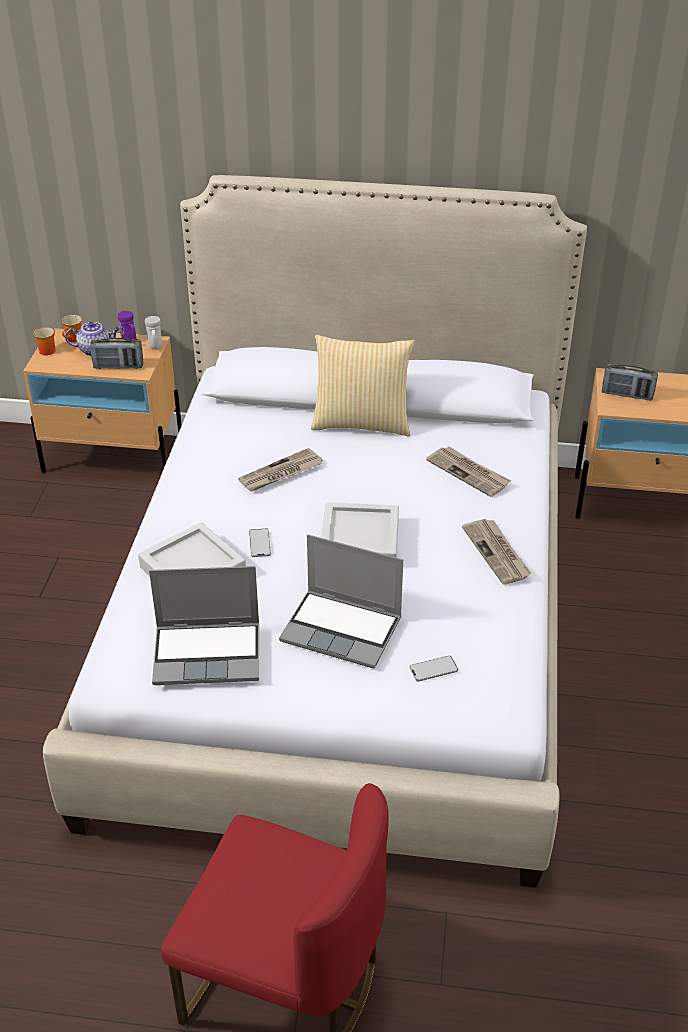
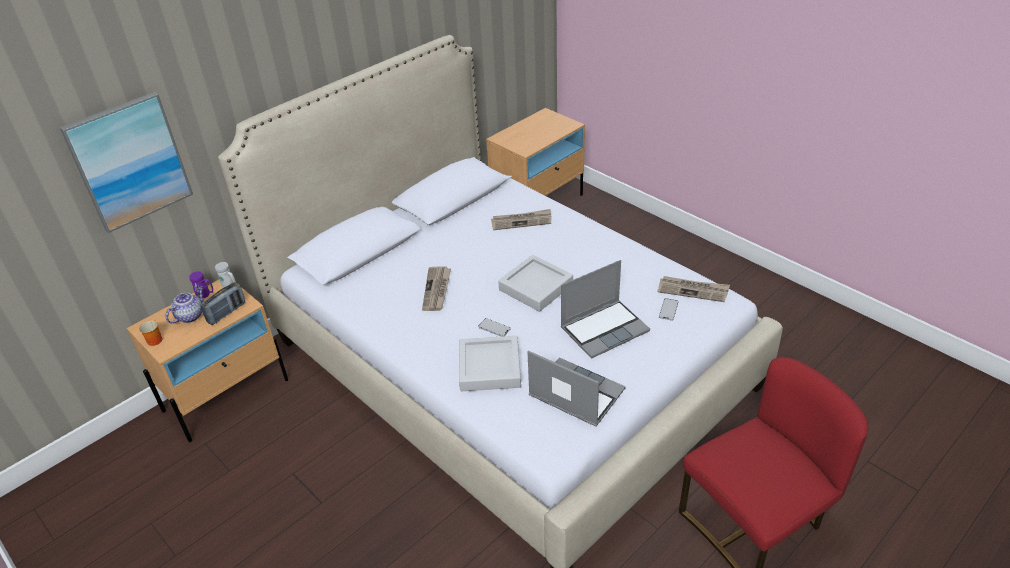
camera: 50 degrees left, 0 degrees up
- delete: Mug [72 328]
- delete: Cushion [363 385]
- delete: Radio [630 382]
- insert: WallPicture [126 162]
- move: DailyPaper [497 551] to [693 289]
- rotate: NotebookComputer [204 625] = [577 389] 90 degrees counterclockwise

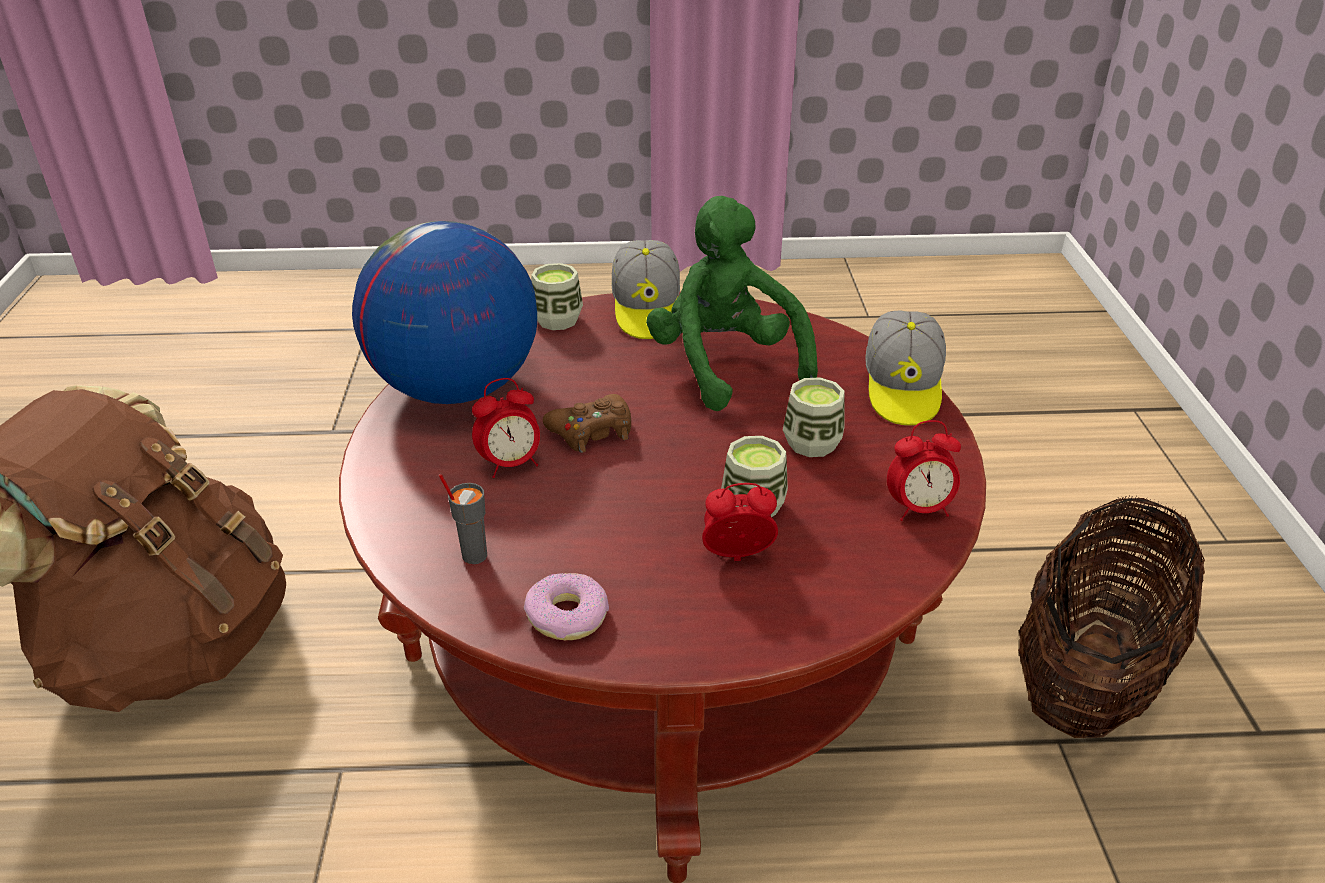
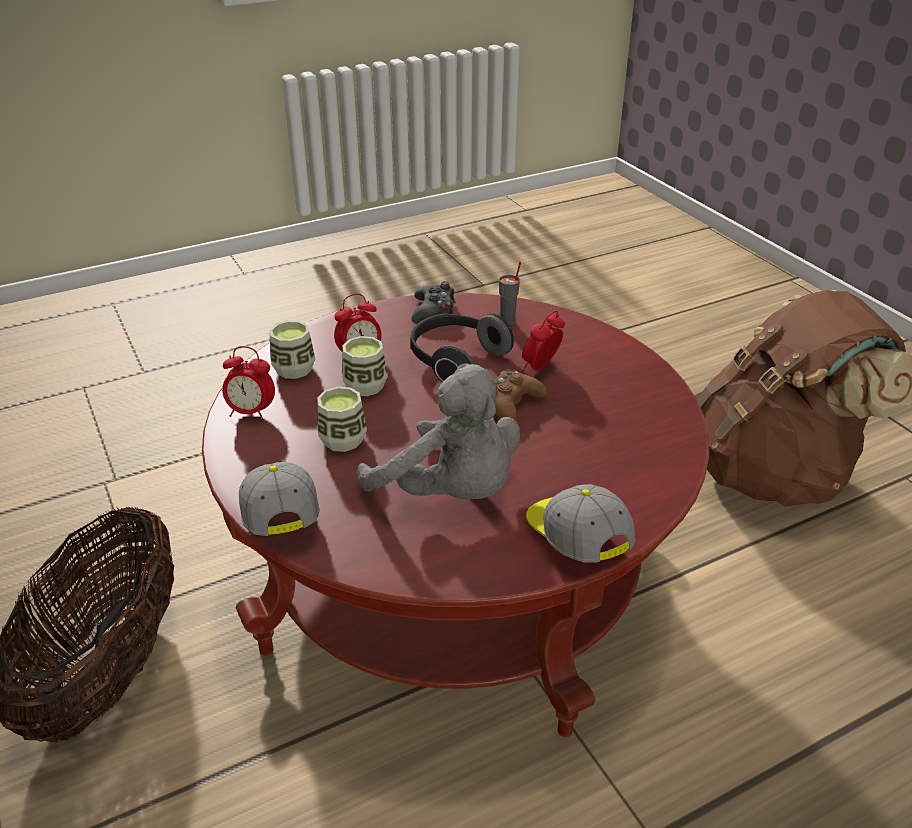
camera: 155 degrees right, 0 degrees up
- delete: DeskGlobe [444 312]
- insert: Headphones [462 347]
- move: DrinkingCup [557 296] to [292 350]
- replace: RingDoughnut [566 606] to BlackishGameController [434 302]
- recolor: GreenColouredSoftToy [732 303] to GreyishSoftToy [438 431]
- rotate: AlarmClock [924 470] = [248 383] 135 degrees counterclockwise

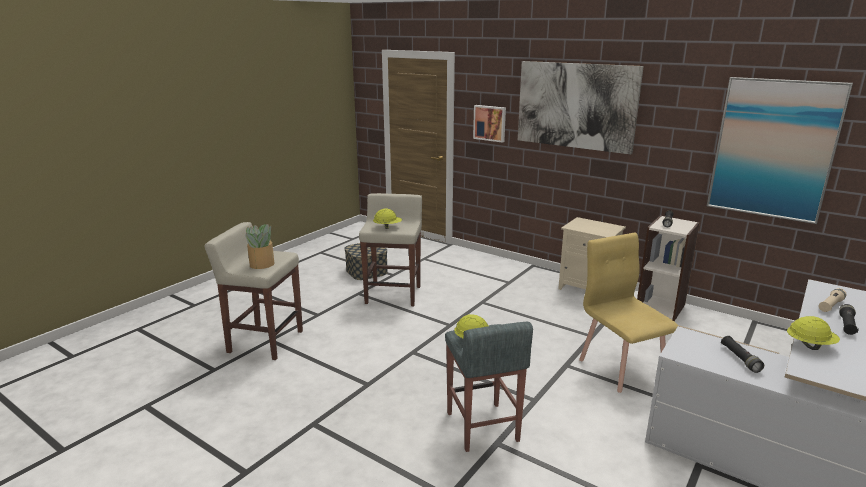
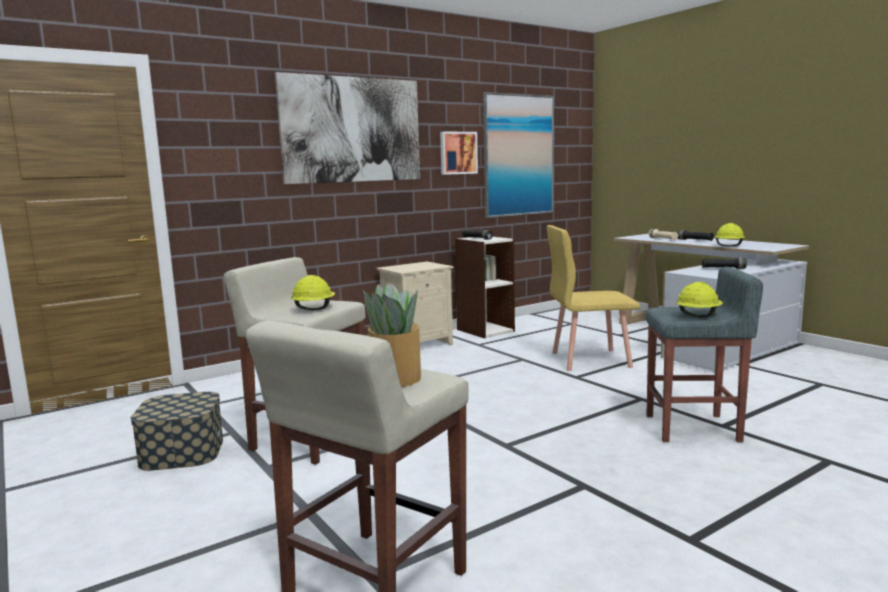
camera: 70 degrees left, 10 degrees down
- move: WallPicture [489 124] to [459 153]

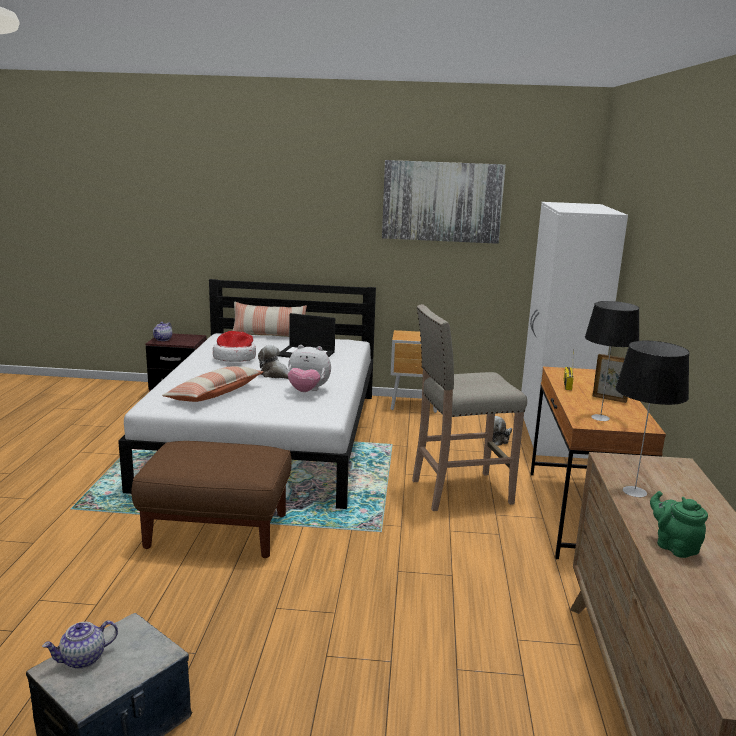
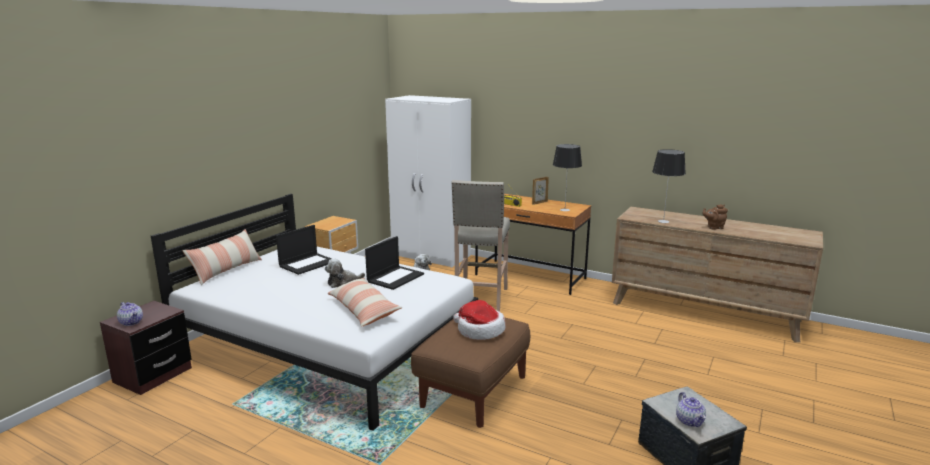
camera: 65 degrees left, 0 degrees up
- delete: WallPicture [444 202]
- move: Hat [234 346] to [479 320]
- replace: SoftToy [309 368] to NotebookComputer [394 263]
- recolor: GreenColouredTeaPot [679 524] to BrownTeaPot [715 217]

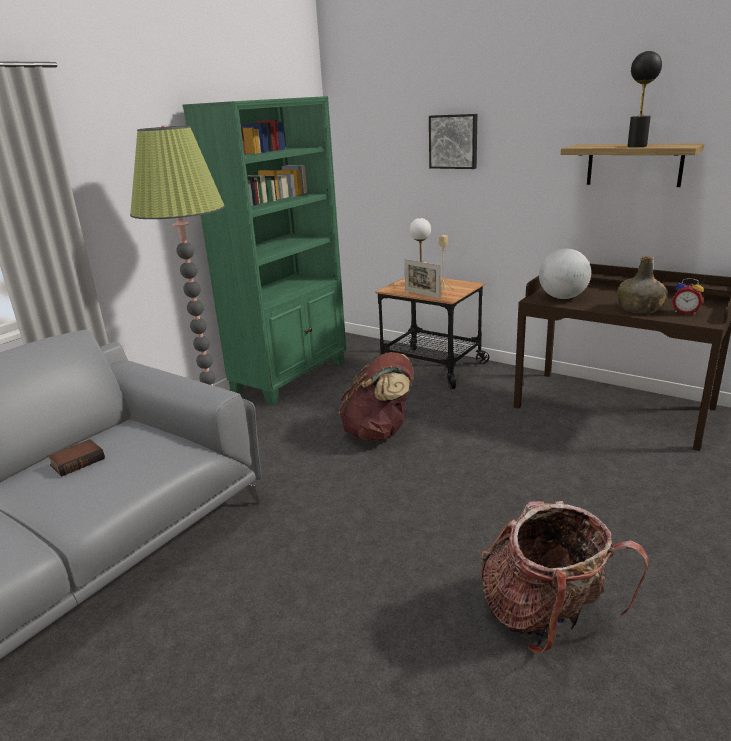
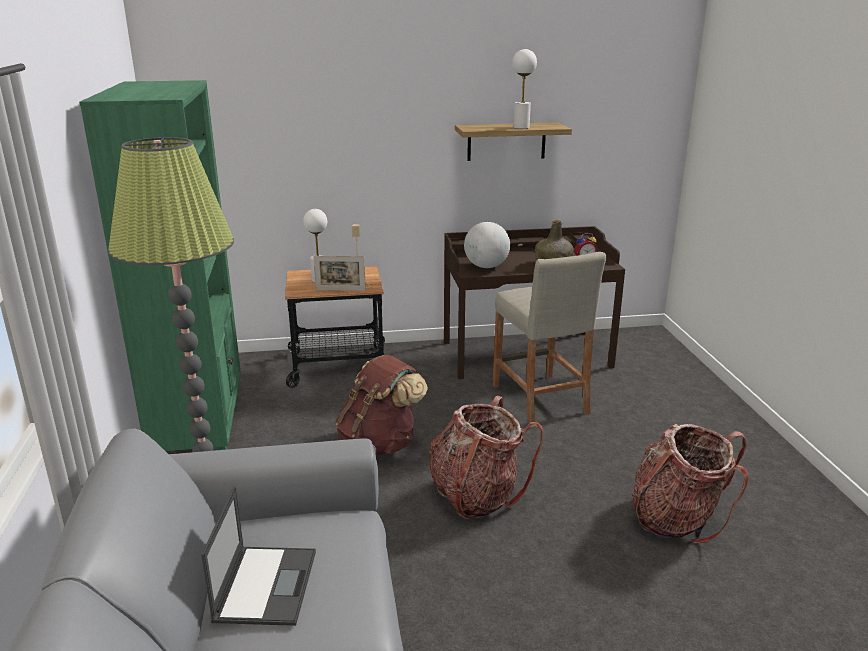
camera: 45 degrees left, 0 degrees up
- delete: WallPicture [453 141]
- insert: Rucksack [486 457]
- insert: BeigeColouredStoolSeat [549 337]
- replace: Volume [76 458] to NotebookComputer [258 556]
- recolor: BlackishLampForATable [645 99] to WhitishLampForATable [524 89]

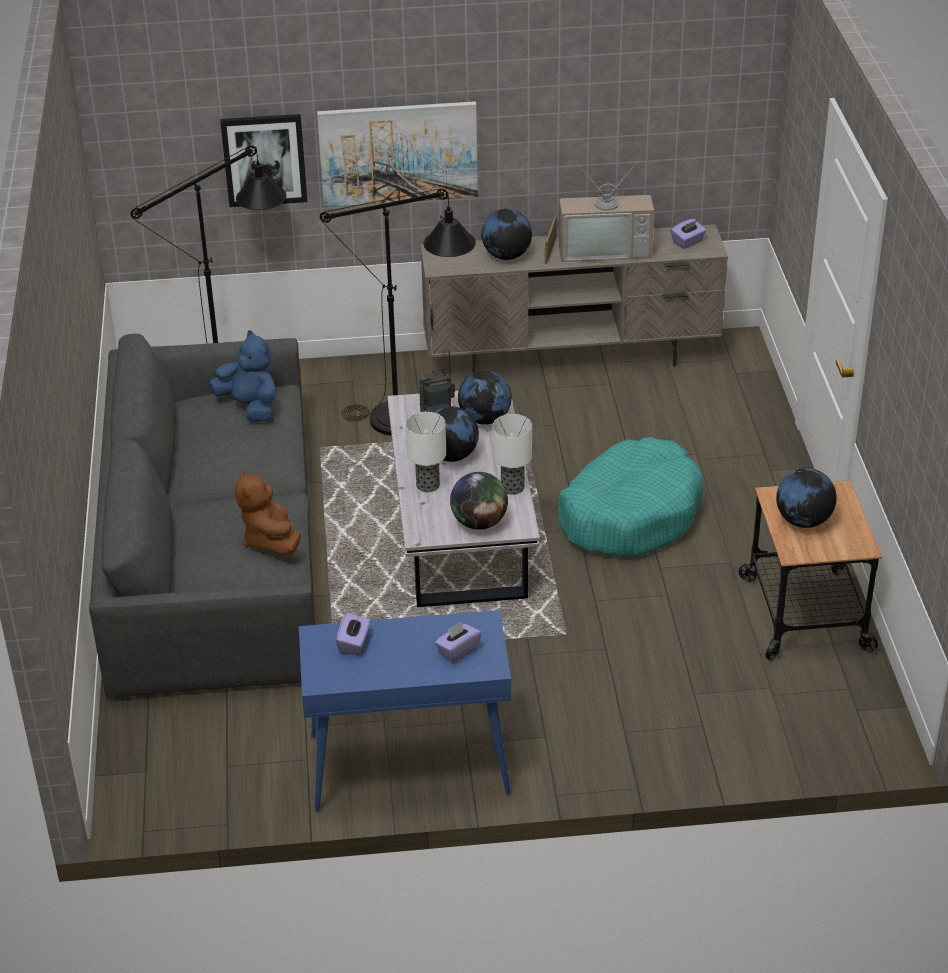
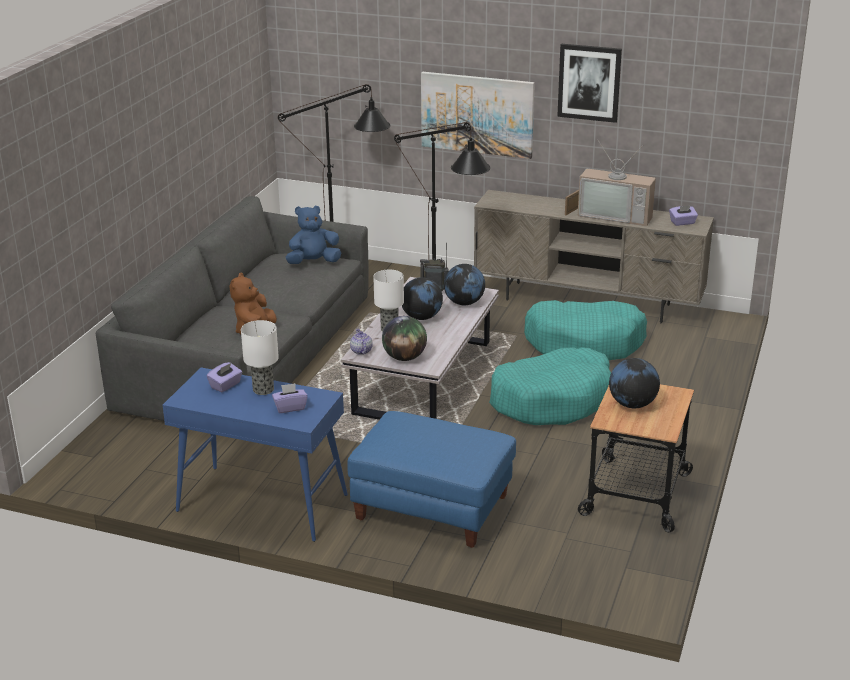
camera: 25 degrees right, 10 degrees down
- delete: DeskGlobe [506 234]
- insert: BlueColouredPouffe [431 479]
- insert: TeaPot [361 342]
- insert: BlueGreenDogBed [585 330]
- move: WallPicture [263 160] to [589 83]
- move: LampForATable [512 454] to [260 357]
- rotate: BlueColouredSoftToy [242 376] = [313 235] 90 degrees counterclockwise

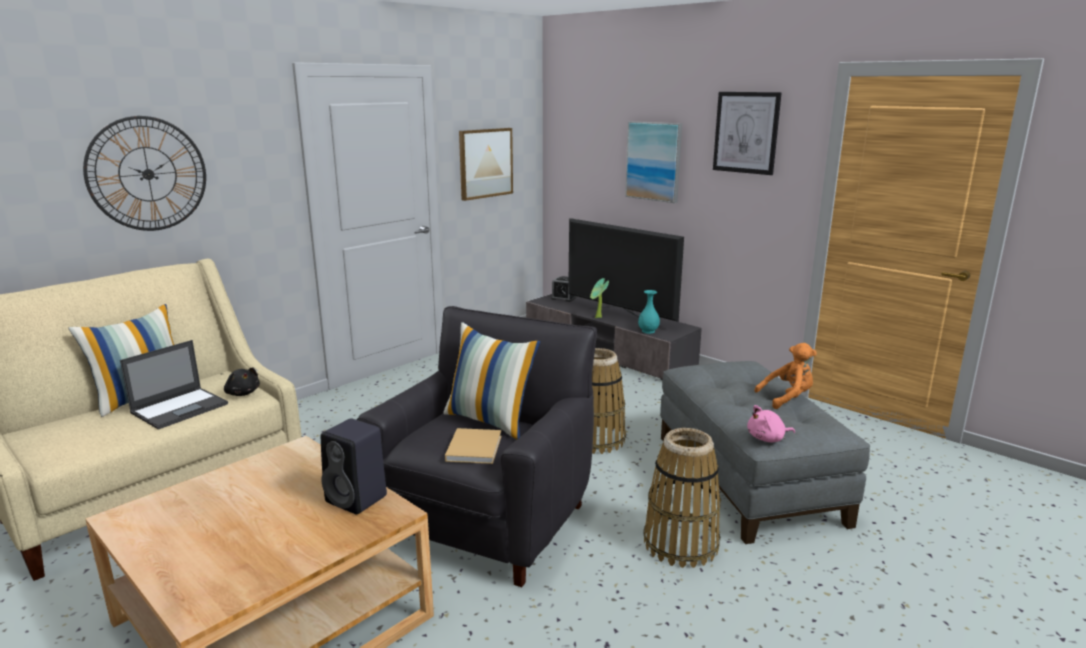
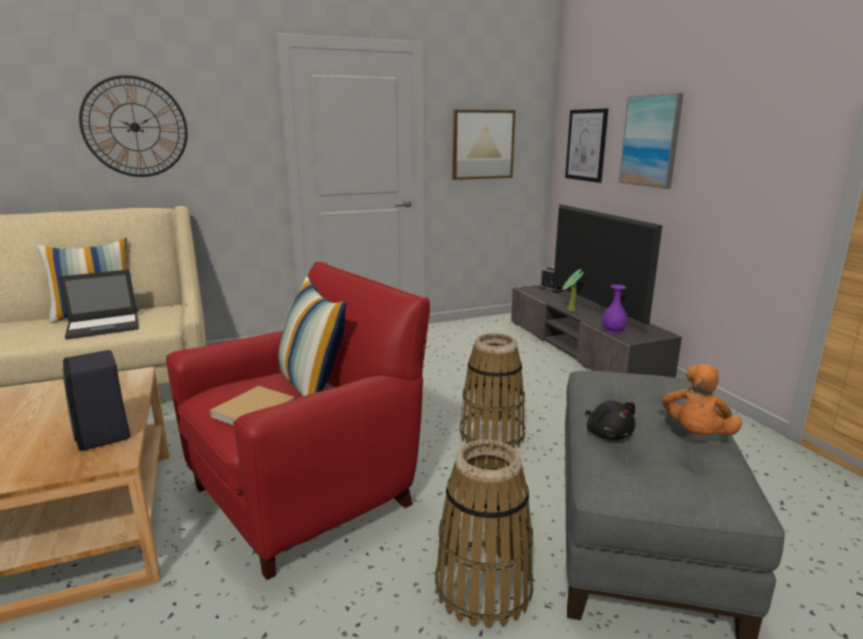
camera: 25 degrees right, 0 degrees up
- delete: PinkSoftToy [771 424]
- move: BlackishSoftToy [242 381] to [610 420]
- move: WallPicture [747 133] to [586 145]
- recolor: BlackishEasyChair [477 446] to RedColouredEasyChair [298 421]
- recolor: BlueGreenFlowerVase [649 312] to PurplishFlowerVase [614 309]
- rotate: OrangeSoftToy [785 376] = [702 399] 105 degrees clockwise

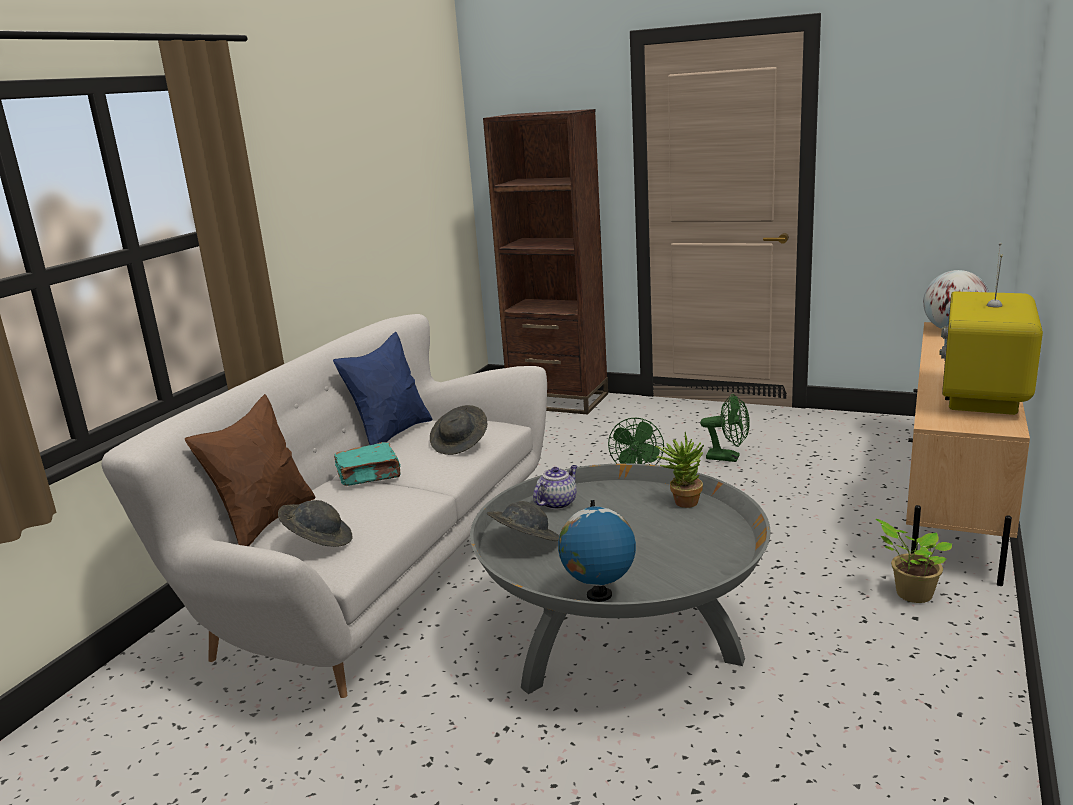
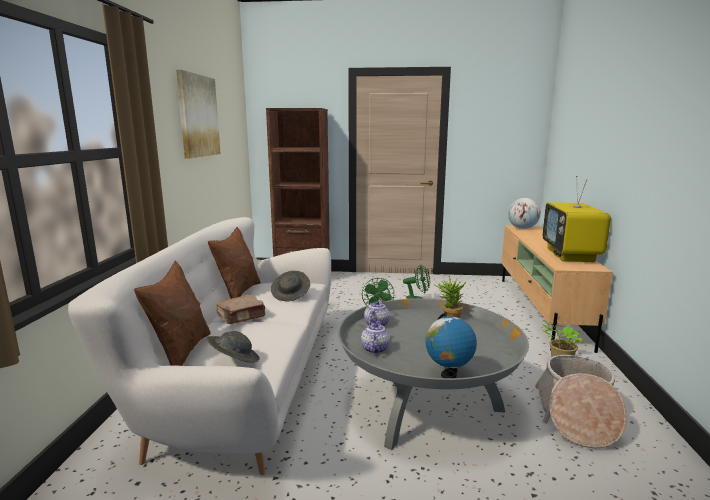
camera: 20 degrees left, 5 degrees down
- insert: WallPicture [198 114]
- insert: StorageBasket [581 401]
- replace: GreyishHat [523 521] to TeaPot [375 337]
- recolor: BlueColouredCushion [383 388] to BrownCushion [234 263]
- recolor: BlueGreenVolume [367 464] to BrownVolume [241 309]

